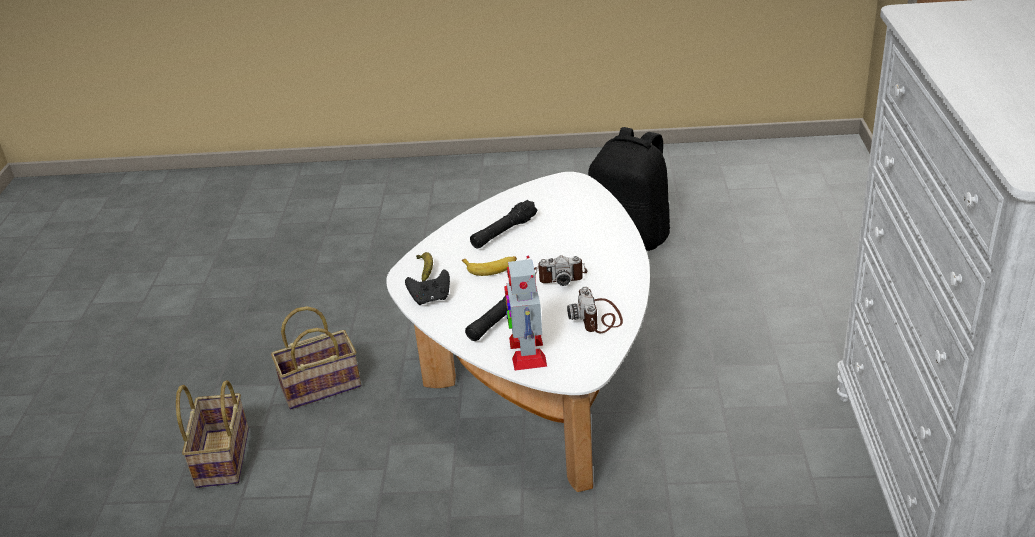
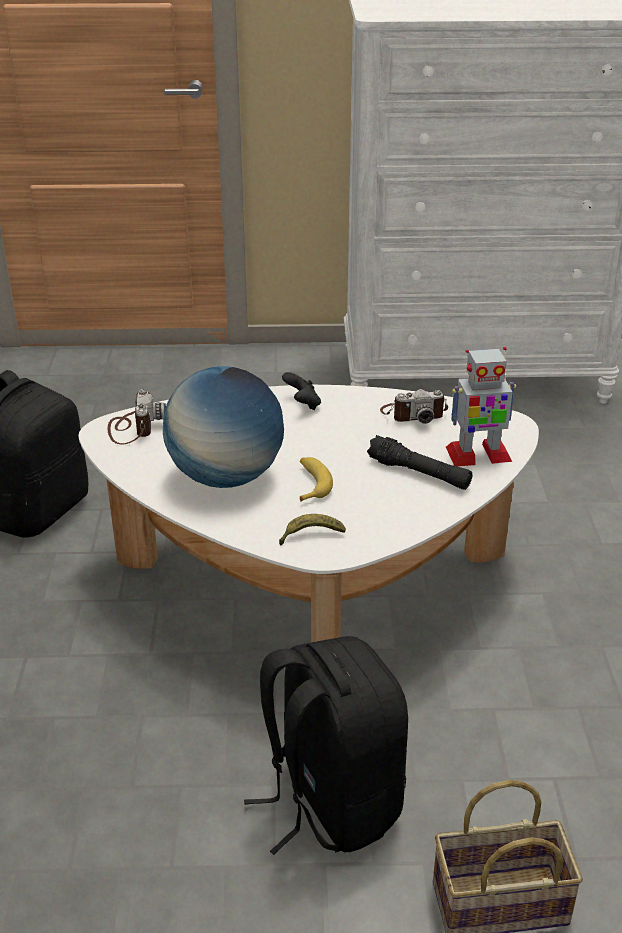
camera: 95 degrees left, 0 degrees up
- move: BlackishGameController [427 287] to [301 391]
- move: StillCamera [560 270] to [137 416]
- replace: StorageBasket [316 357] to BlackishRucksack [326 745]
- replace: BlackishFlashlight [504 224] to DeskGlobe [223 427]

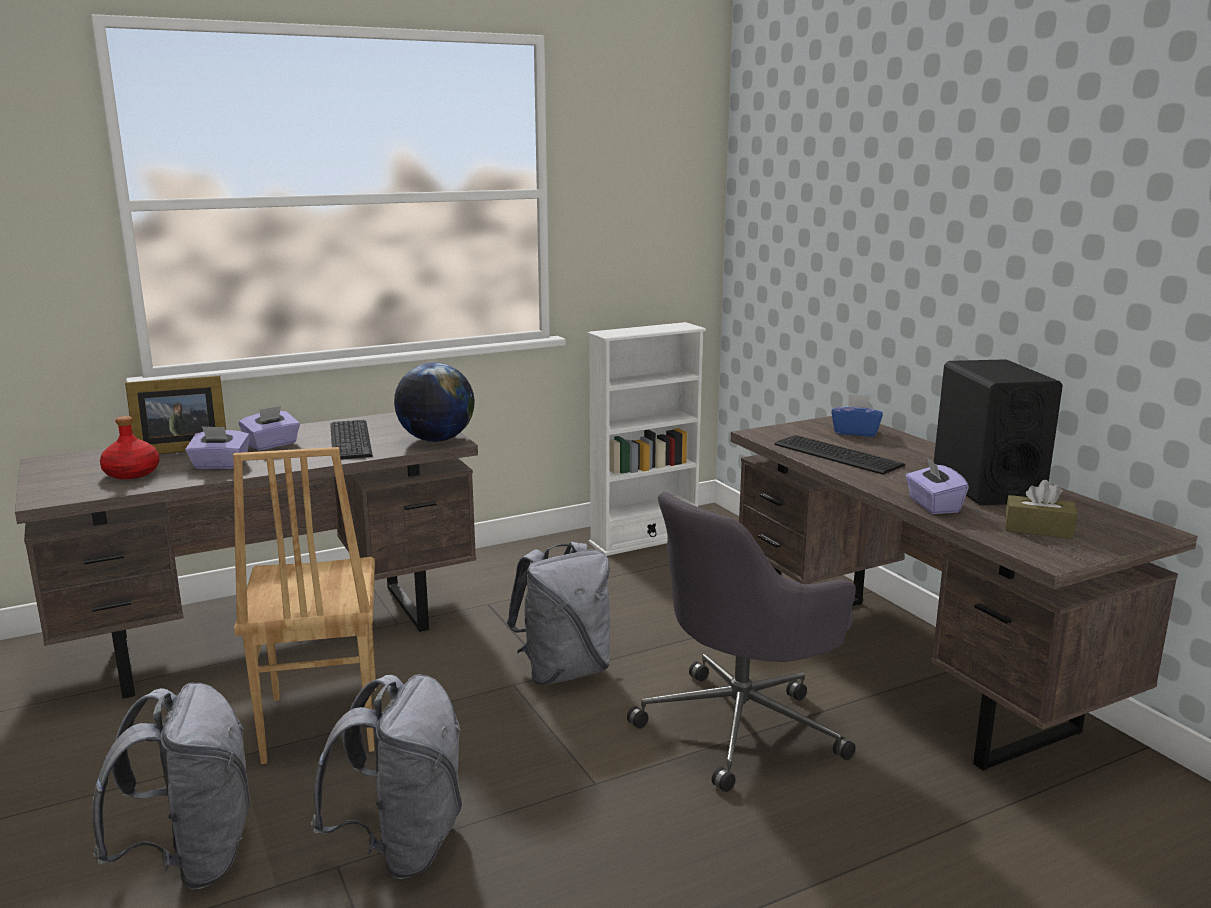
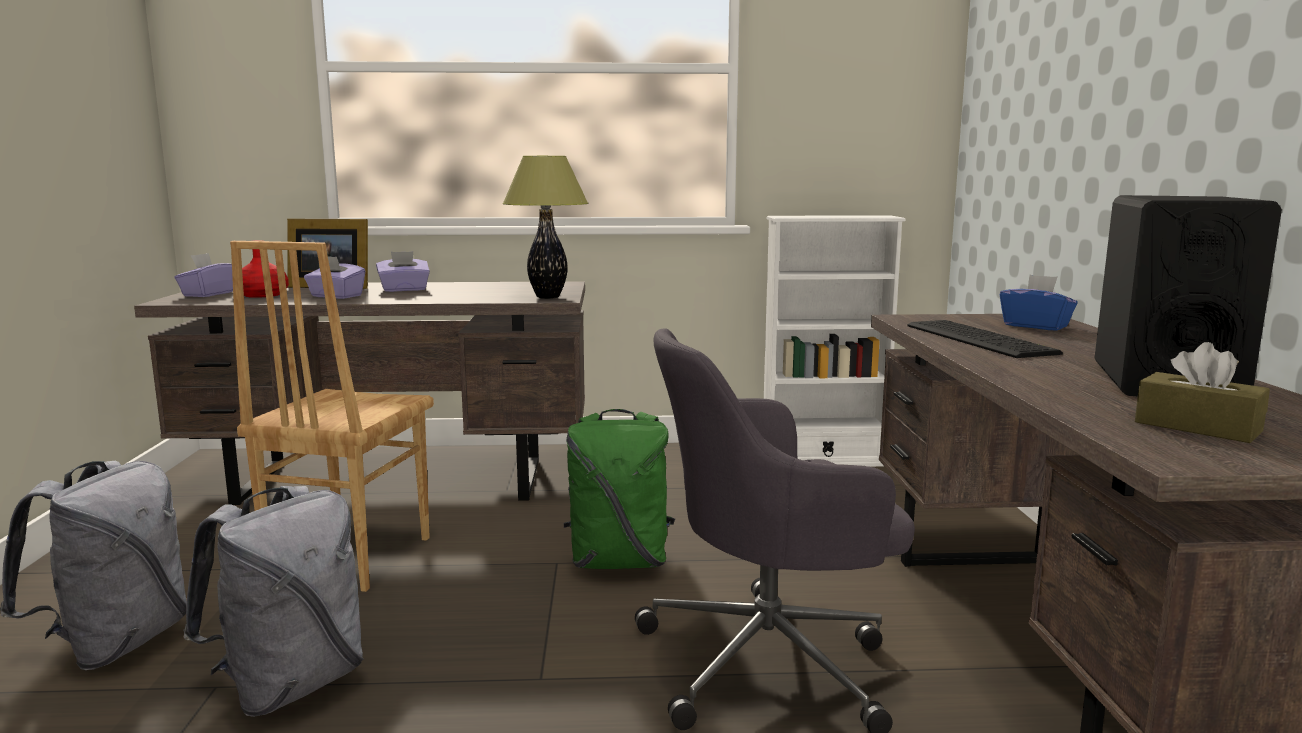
camera: 25 degrees right, 5 degrees down
- delete: Keyboard [351 439]
- move: PurplishTissueHolder [937 485] to [203 275]
- replace: DeskGlobe [434 402] to LampForATable [546 227]
- recolor: GreyishRucksack [558 613] to GreenColouredRucksack [619 489]

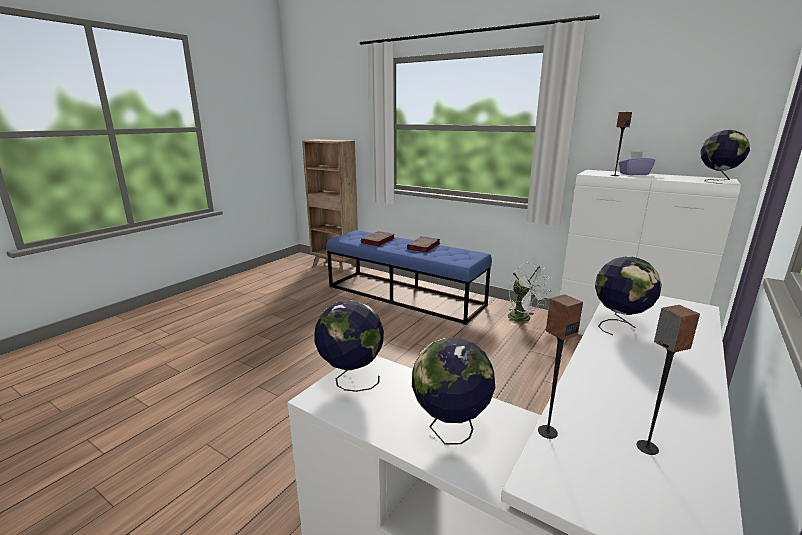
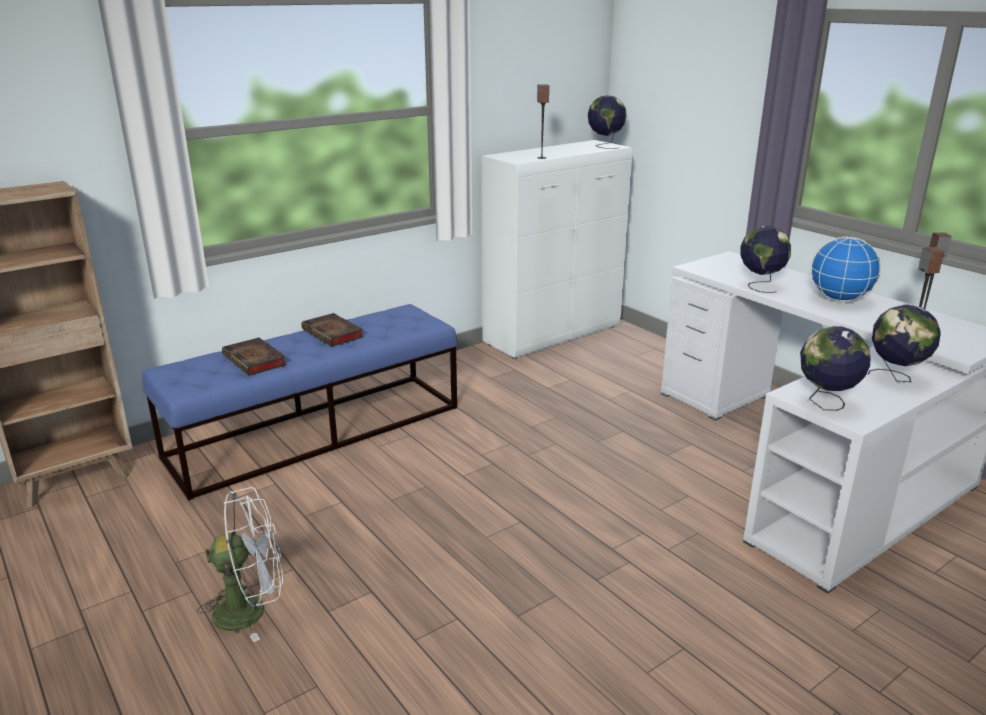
camera: 70 degrees left, 5 degrees up
- delete: PurplishTissueHolder [637 163]
- insert: DeskGlobe [846 268]
- move: WhitishElectricFan [529 293] to [240 564]

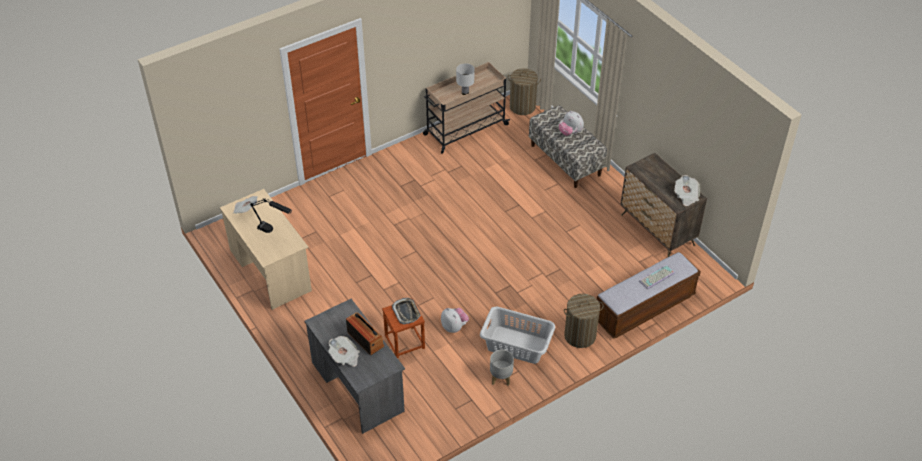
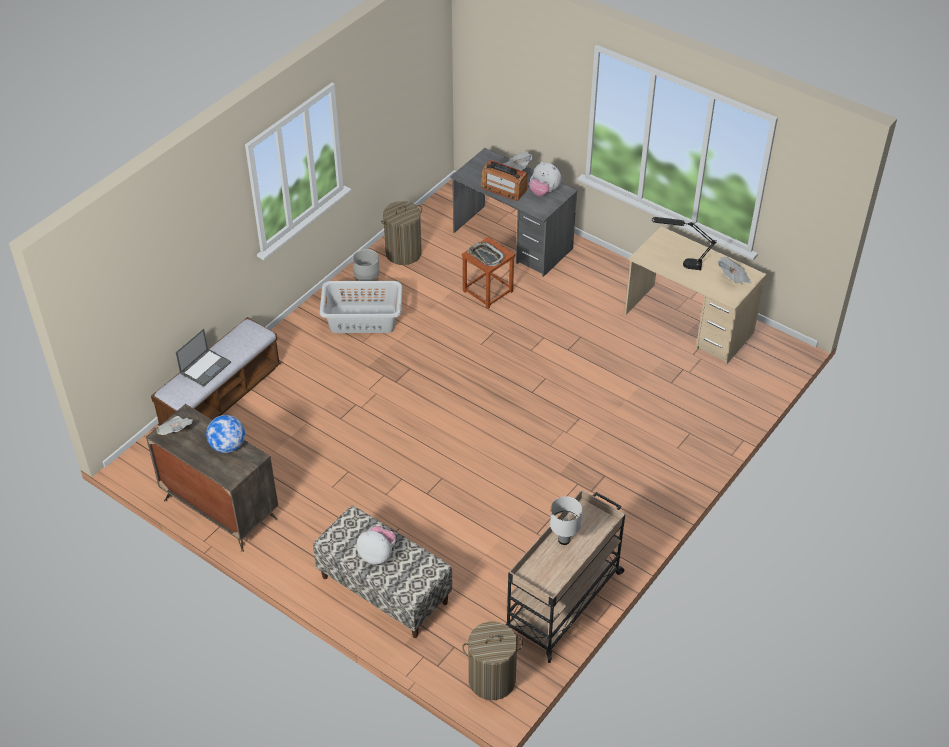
camera: 160 degrees right, 0 degrees up
- insert: DeskGlobe [225 434]
- move: SoftToy [455 320] to [545 179]
- move: WashingBasket [583 321] to [401 233]
- replace: Keyboard [657 277] to NotebookComputer [203 358]

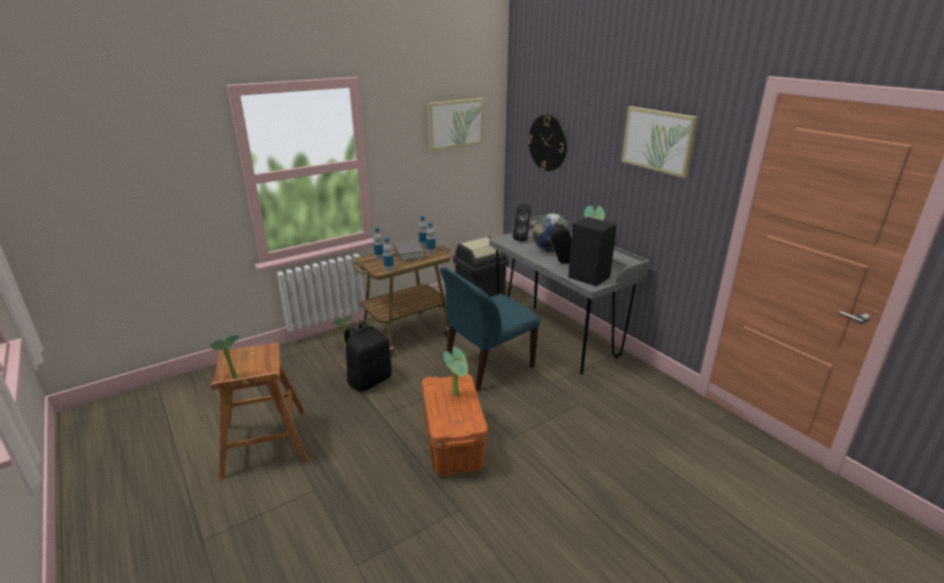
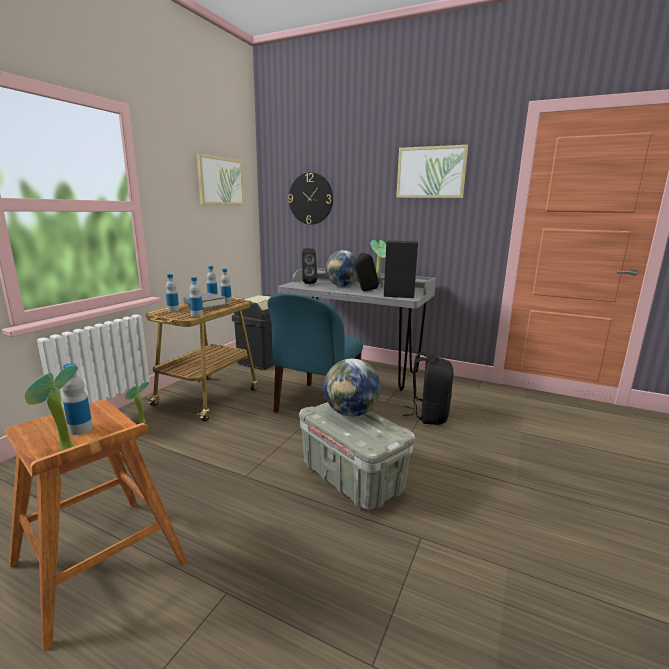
camera: 30 degrees left, 10 degrees down
- insert: Bottle [77 399]
- move: BlackishRucksack [368 356] to [428 388]
- replace: PottedPlant [455 372] to DeskGlobe [352 388]
- recolor: OrangeStorageContainer [455 425] to GreyishStorageContainer [357 456]

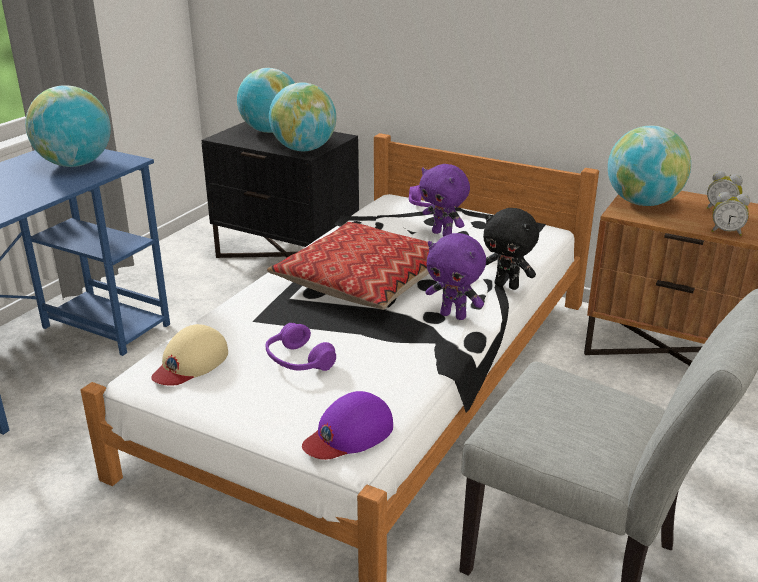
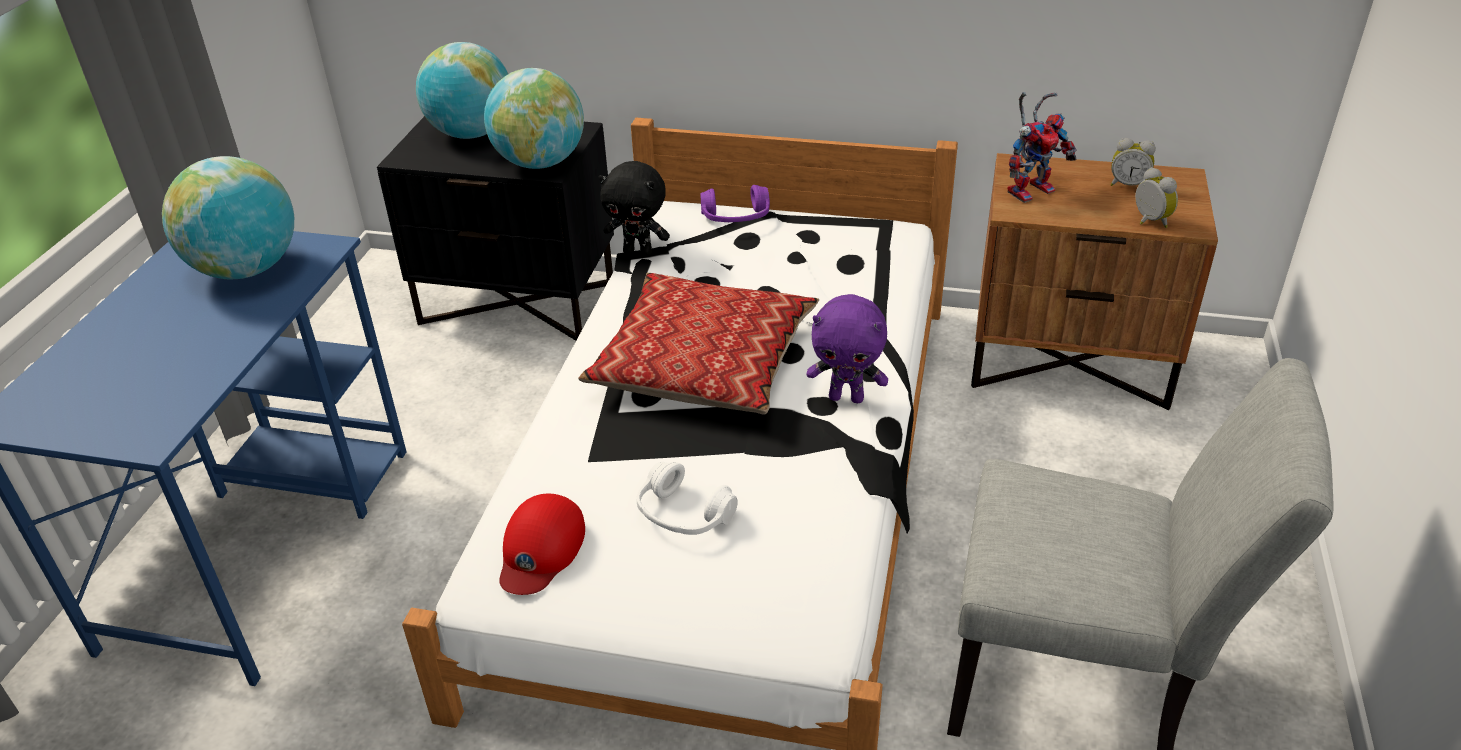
camera: 15 degrees left, 10 degrees up
- delete: PurplishCap [347 425]
- delete: PurplishSoftToy [444 200]
- move: BlackishSoftToy [511 249] to [634 209]
- replace: DeskGlobe [649 165] to ToyRobot [1042 147]
- recolor: BeigeColouredCap [189 355] to RedColouredCap [542 544]
- recolor: PurplishHeadphones [301 347] to WhitishHeadphones [687 498]
- rotate: AlarmClock [731 214] = [1156 197] 120 degrees counterclockwise

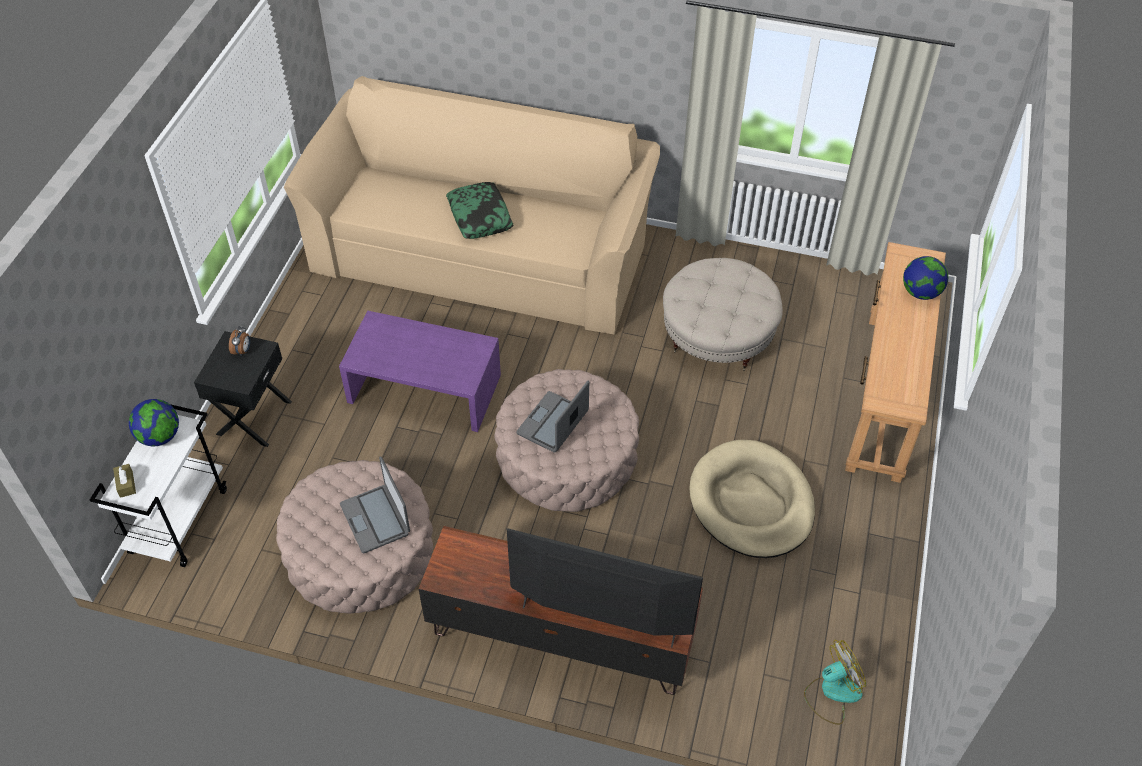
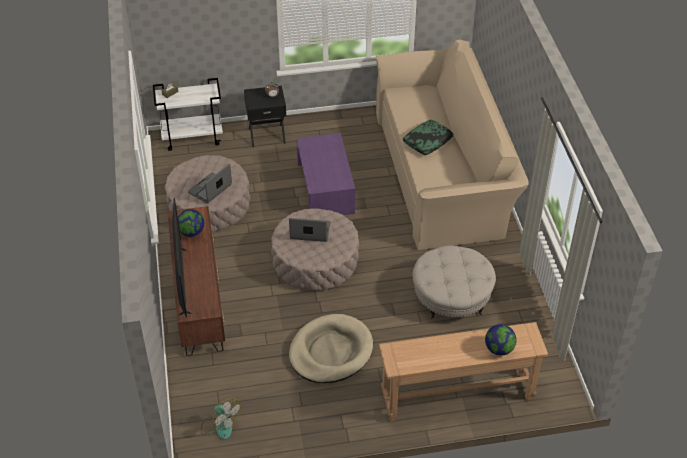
camera: 65 degrees right, 5 degrees down
- move: DeskGlobe [154 422] to [191 223]

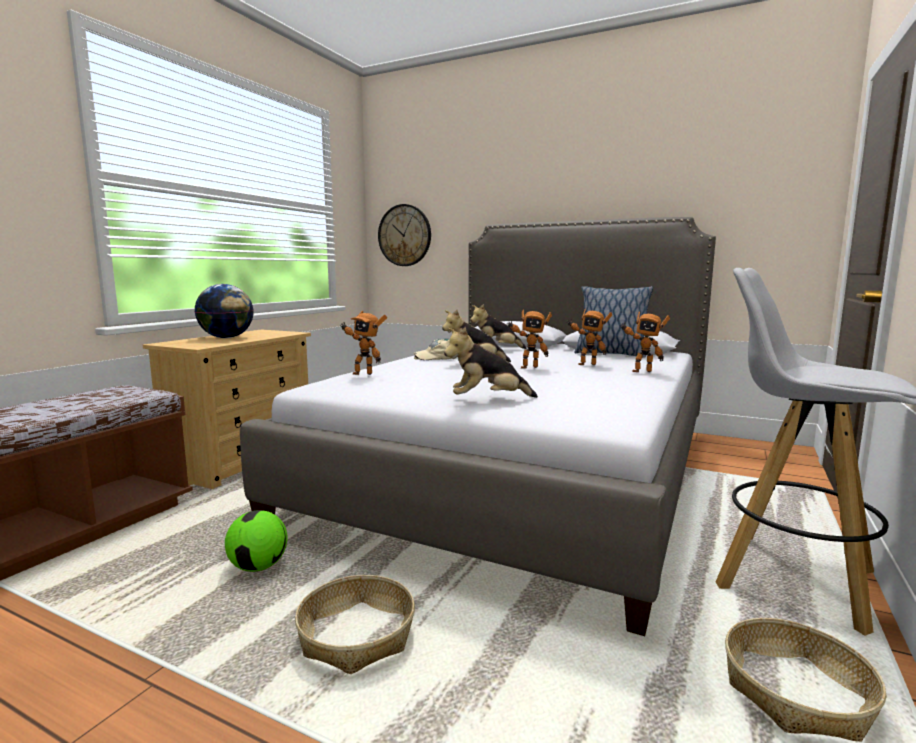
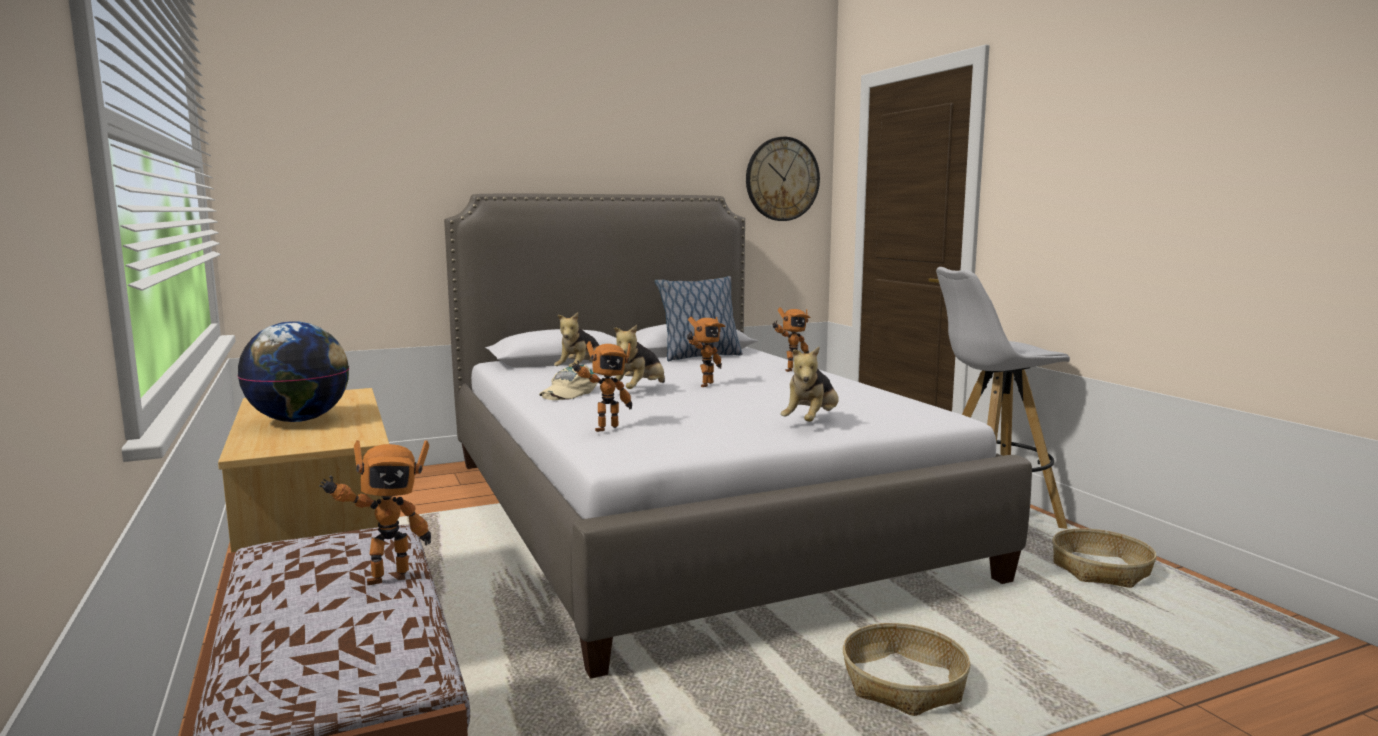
camera: 50 degrees left, 0 degrees up
- delete: Football [256 541]
- move: WallClock [404 235] to [783 179]
- move: ToyRobot [589 337] to [375 512]

